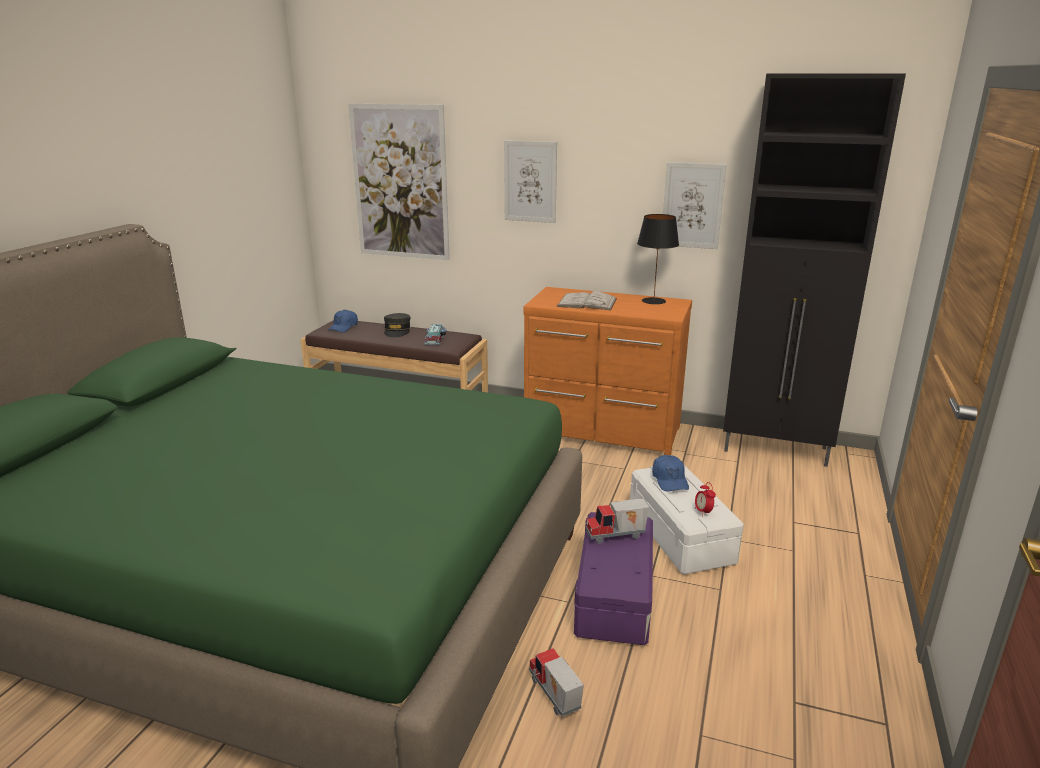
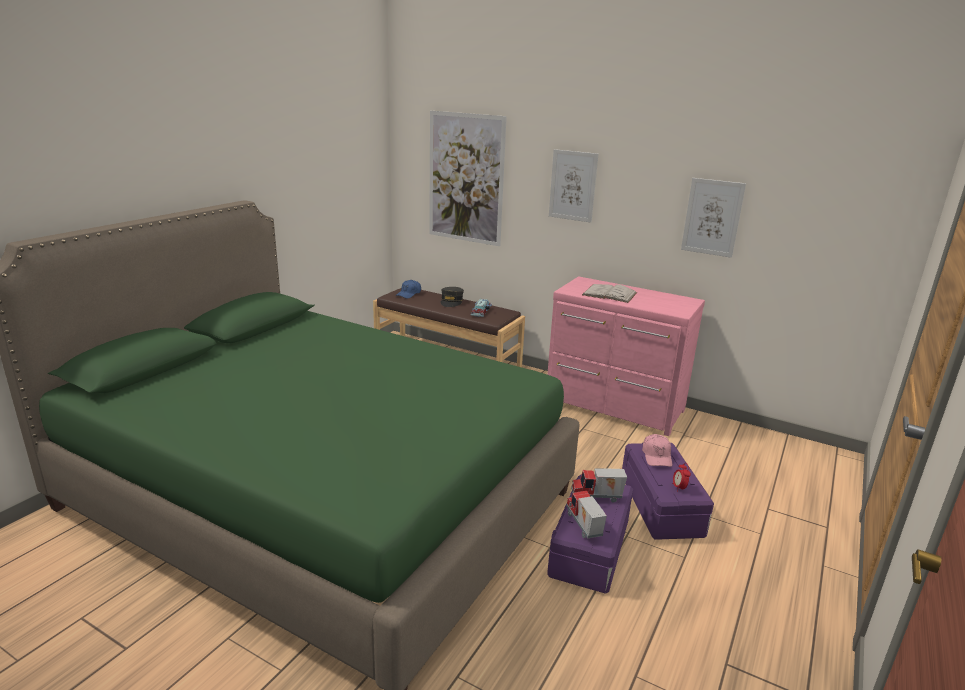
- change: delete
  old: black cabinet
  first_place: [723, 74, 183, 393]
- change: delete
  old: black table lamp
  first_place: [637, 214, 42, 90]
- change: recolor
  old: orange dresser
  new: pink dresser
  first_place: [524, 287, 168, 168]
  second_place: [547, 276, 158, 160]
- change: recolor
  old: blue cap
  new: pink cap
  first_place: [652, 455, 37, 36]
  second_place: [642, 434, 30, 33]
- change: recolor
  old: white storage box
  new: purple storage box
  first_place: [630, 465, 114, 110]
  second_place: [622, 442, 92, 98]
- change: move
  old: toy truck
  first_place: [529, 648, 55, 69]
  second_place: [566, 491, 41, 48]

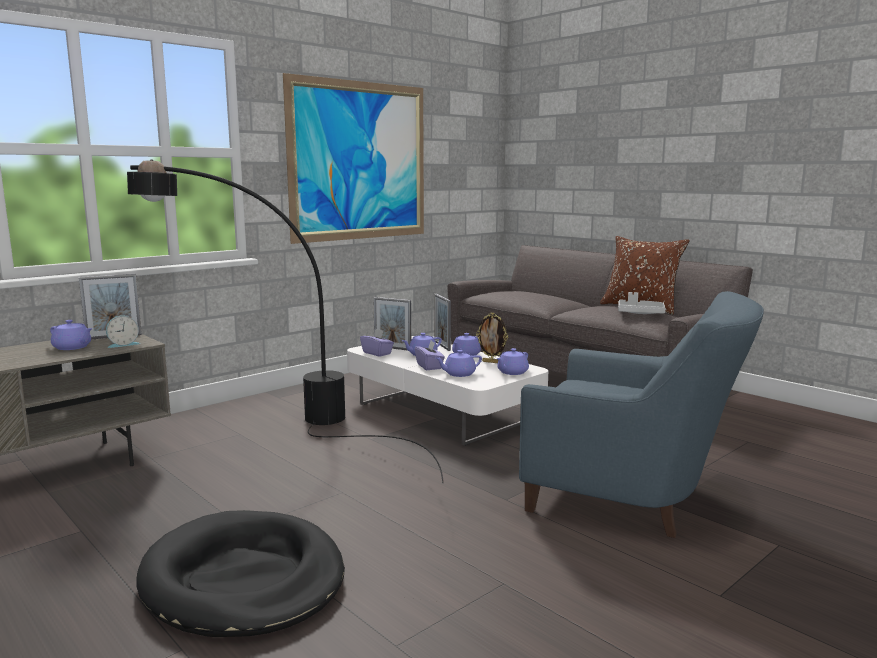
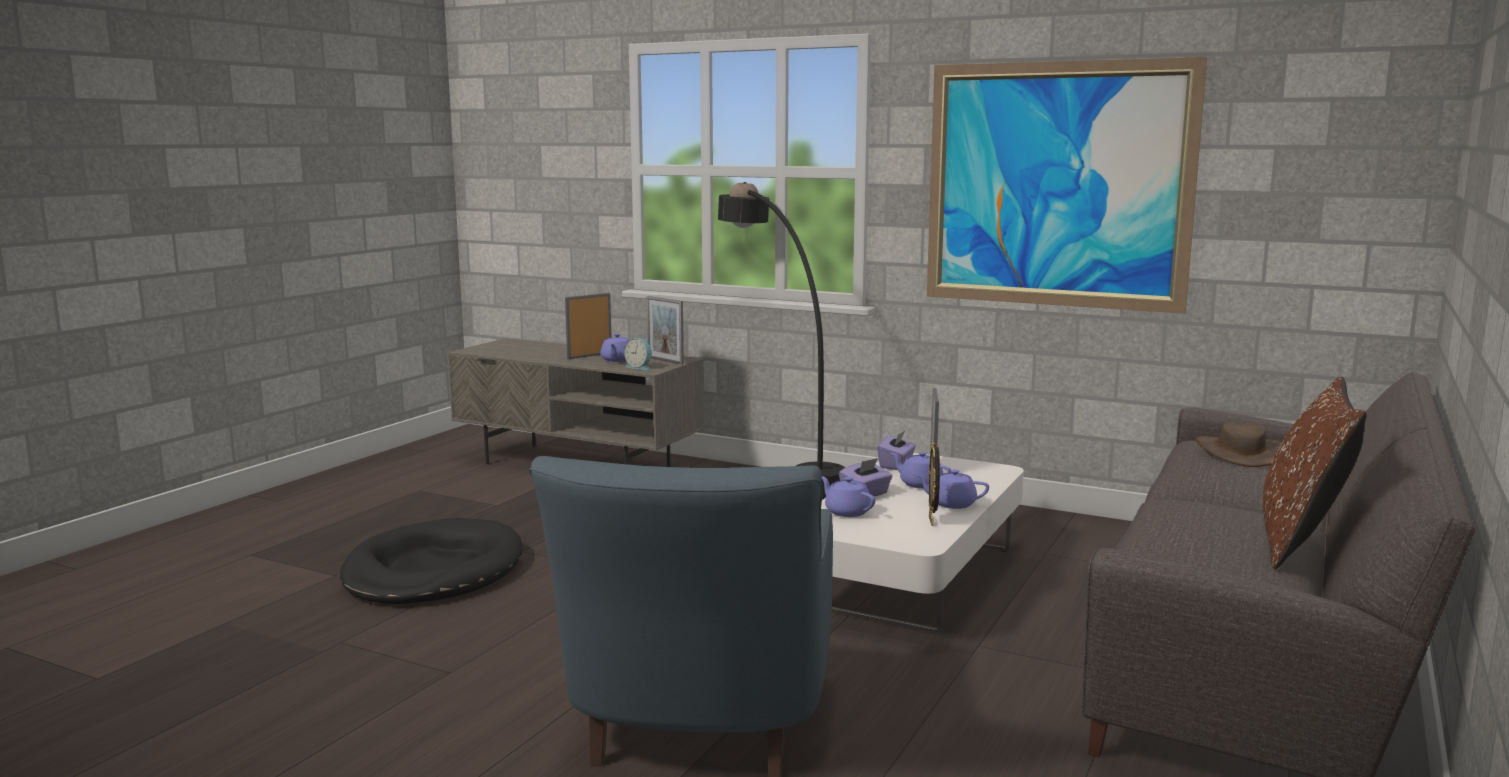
- change: delete
  old: grey tray
  first_place: [618, 292, 48, 22]
- change: move
  old: picture frame
  first_place: [434, 294, 17, 57]
  second_place: [565, 293, 47, 66]
- change: delete
  old: purple teapot
  first_place: [497, 348, 32, 27]
- change: insert
  new: brown hat
  second_place: [1196, 422, 86, 45]

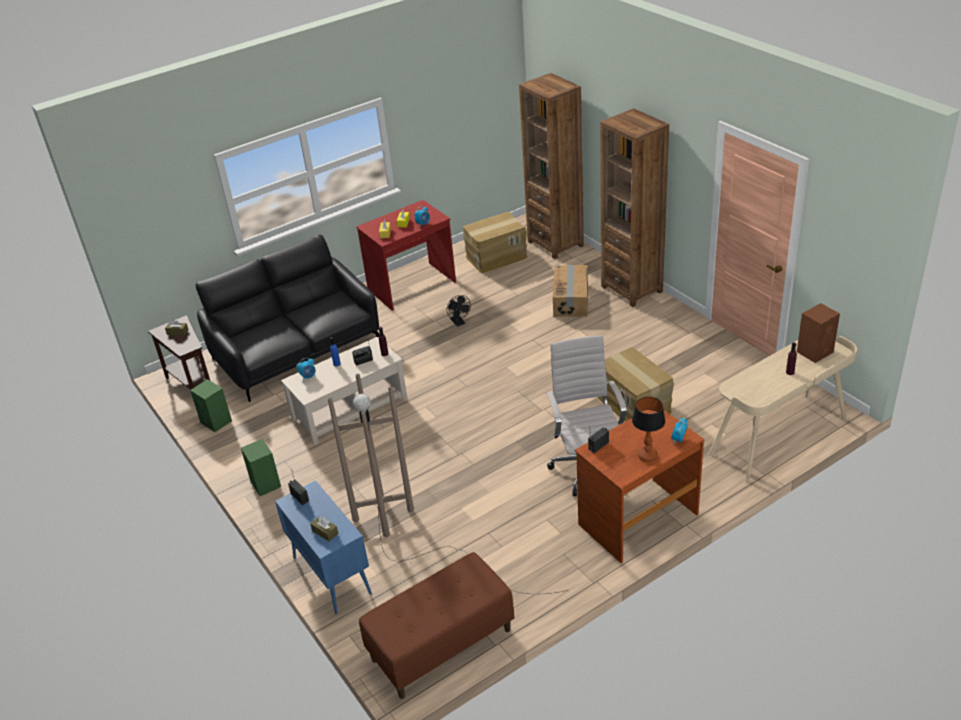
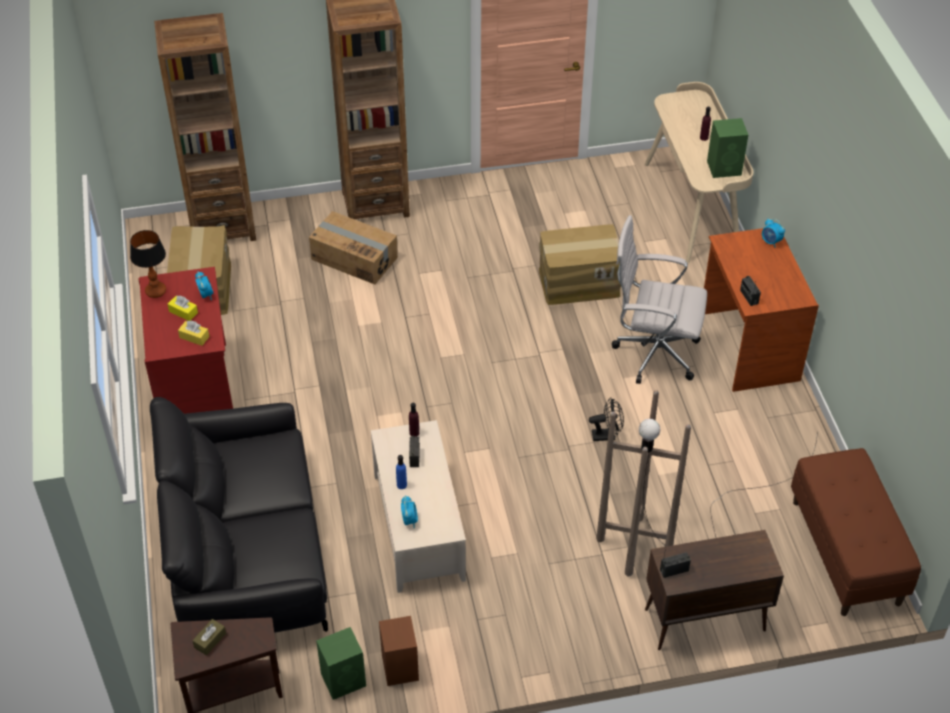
- change: move
  old: black fan
  first_place: [447, 295, 24, 32]
  second_place: [589, 397, 35, 44]
- change: move
  old: brown speaker
  first_place: [797, 303, 43, 60]
  second_place: [379, 616, 40, 70]
- change: move
  old: table lamp
  first_place: [632, 397, 34, 65]
  second_place: [130, 230, 36, 68]
- change: move
  old: green speaker
  first_place: [241, 439, 40, 57]
  second_place: [707, 118, 41, 60]
- change: recolor
  old: blue cabinet
  new: brown cabinet
  first_place: [275, 480, 97, 134]
  second_place: [645, 530, 139, 120]
- change: delete
  old: brown tissue box
  first_place: [310, 516, 28, 25]

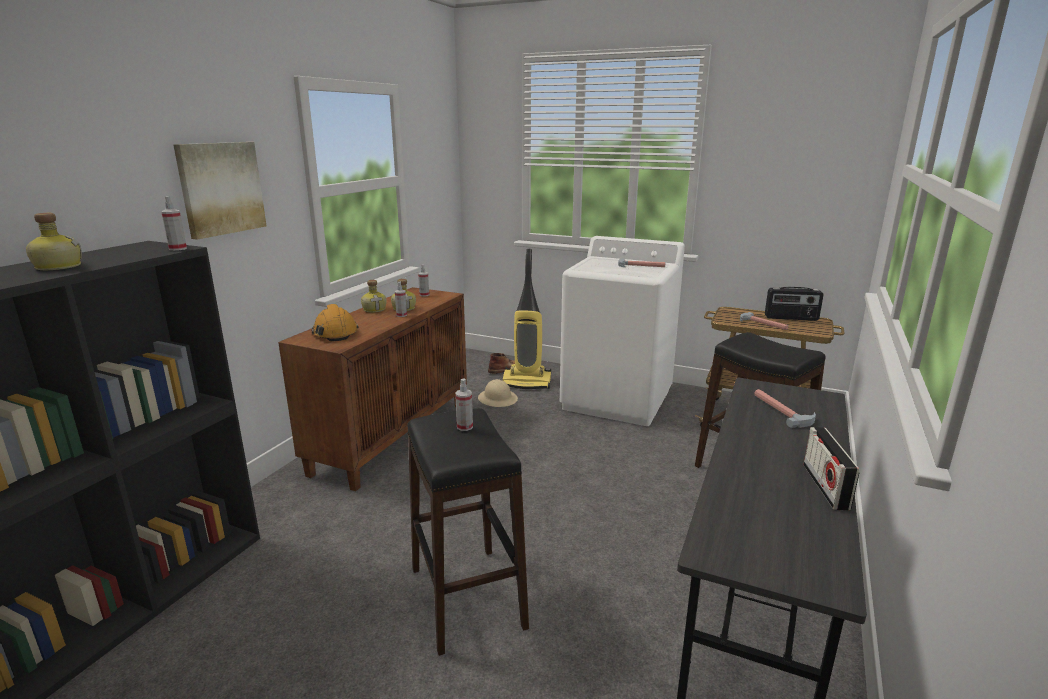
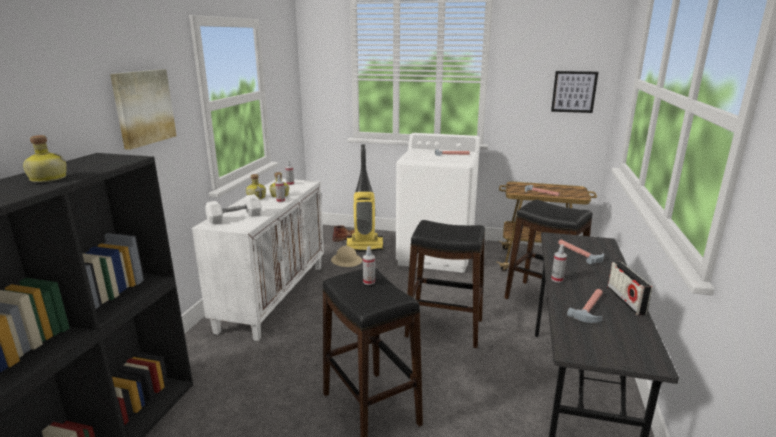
- change: move
  old: spray bottle
  first_place: [161, 196, 26, 55]
  second_place: [551, 244, 16, 38]
- change: recolor
  old: brown cabinet
  new: white cabinet
  first_place: [278, 287, 189, 204]
  second_place: [192, 179, 132, 162]
- change: delete
  old: radio
  first_place: [765, 287, 59, 34]
- change: replace
  old: orange hard hat
  new: white dumbbell
  first_place: [312, 304, 47, 37]
  second_place: [206, 194, 56, 30]
- change: insert
  new: picture
  second_place: [551, 71, 47, 42]
- change: insert
  new: black stool
  second_place: [405, 220, 80, 128]
- change: insert
  new: hammer
  second_place: [567, 289, 36, 34]

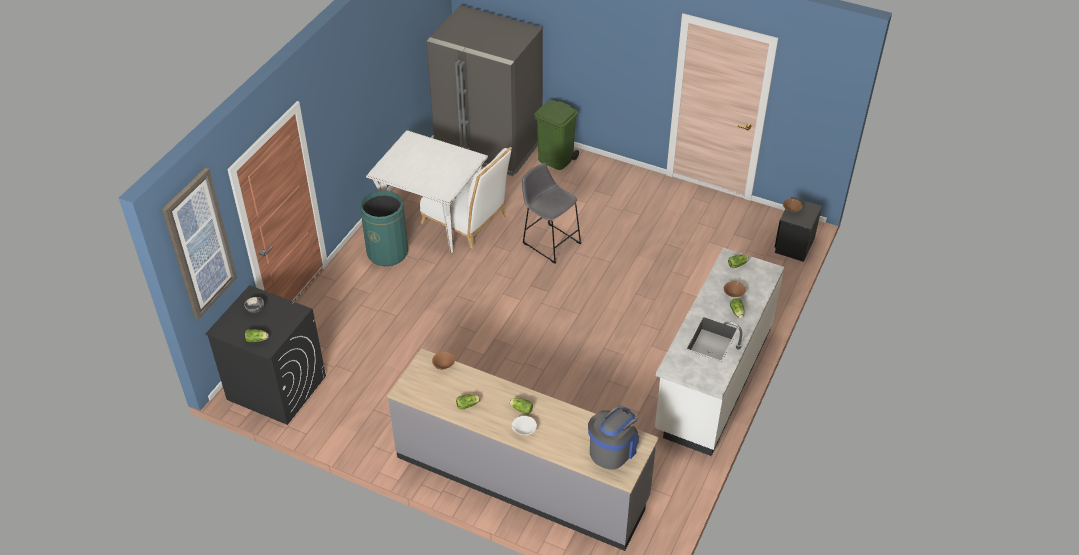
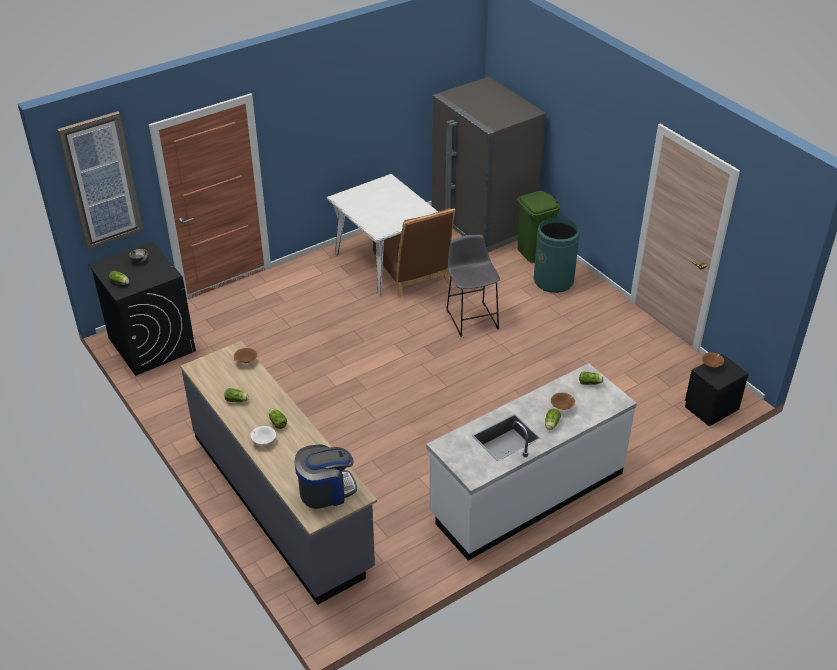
- change: recolor
  old: white chair
  new: brown chair
  first_place: [420, 147, 92, 102]
  second_place: [373, 208, 82, 90]
- change: move
  old: green trash can
  first_place: [360, 191, 48, 75]
  second_place: [534, 218, 46, 75]

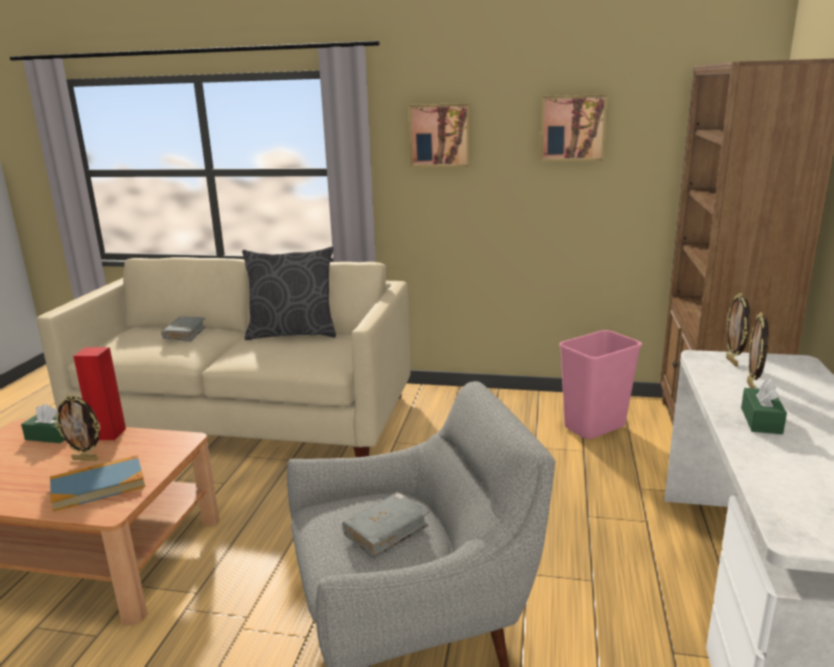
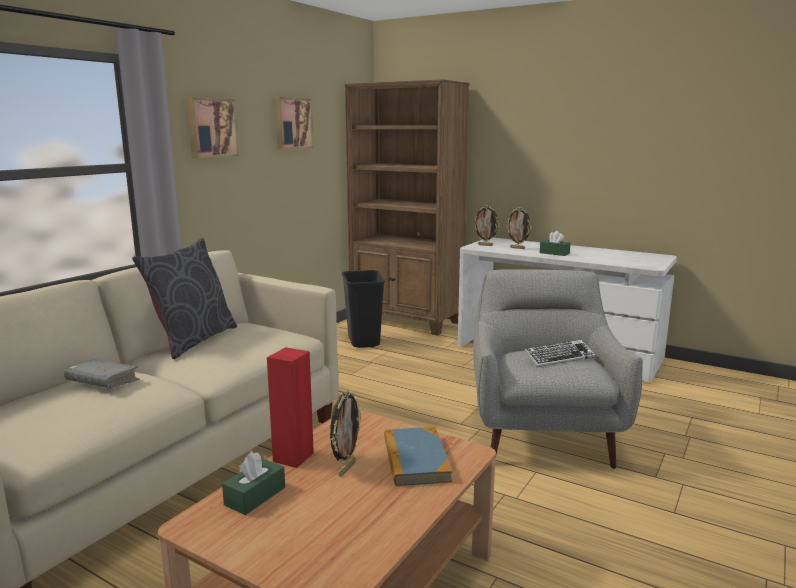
- change: recolor
  old: pink trash can
  new: black trash can
  first_place: [559, 330, 83, 109]
  second_place: [342, 270, 43, 78]
- change: replace
  old: grey book
  new: keyboard
  first_place: [342, 492, 87, 68]
  second_place: [524, 340, 71, 27]

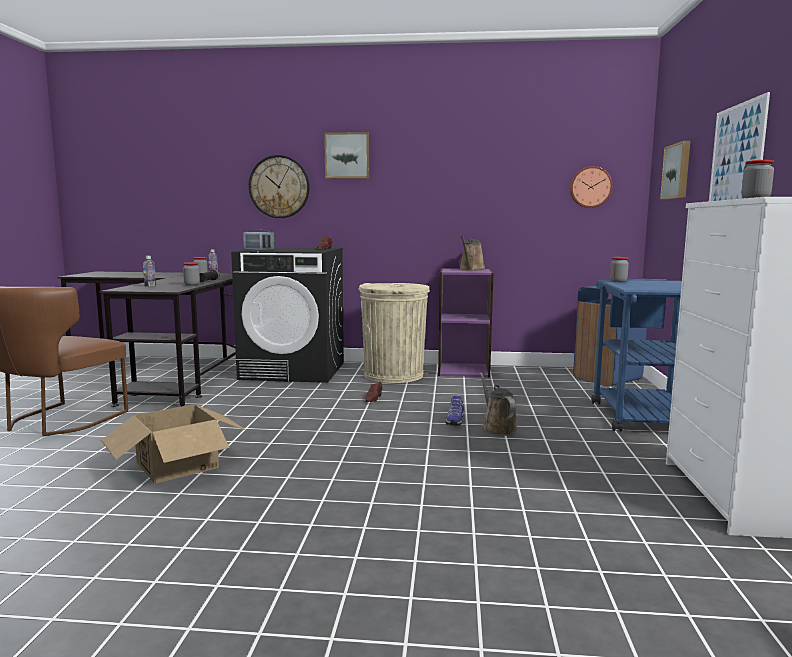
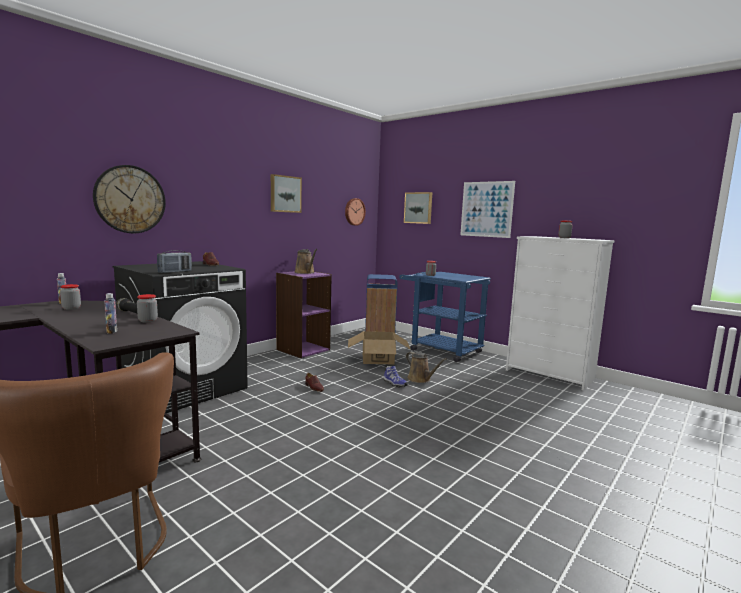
- change: move
  old: picture
  first_place: [324, 132, 45, 47]
  second_place: [271, 174, 31, 39]
- change: delete
  old: beige trash can
  first_place: [359, 283, 71, 100]
- change: rotate
  old: brown watering can
  first_place: [480, 373, 38, 63]
  second_place: [406, 351, 41, 32]
  degrees: -150
- change: move
  old: cardboard box
  first_place: [101, 404, 146, 80]
  second_place: [348, 331, 63, 33]

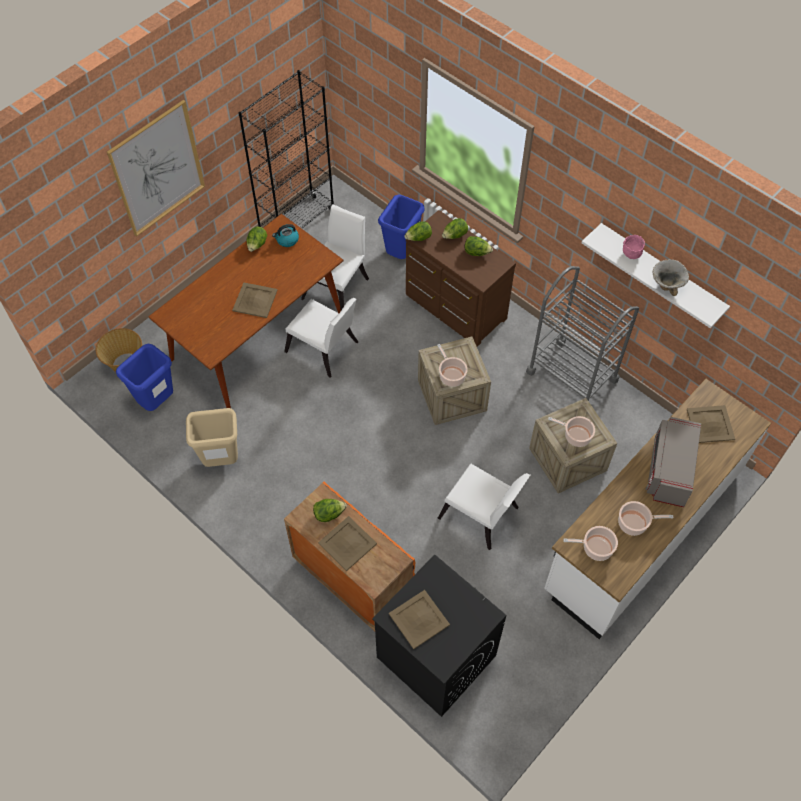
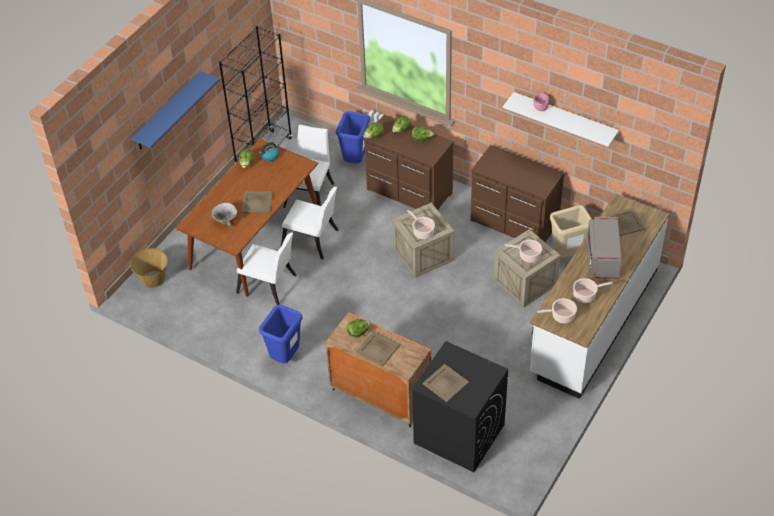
- change: replace
  old: picture
  new: blue shelf
  first_place: [107, 100, 98, 137]
  second_place: [131, 71, 88, 79]
- change: move
  old: bowl
  first_place: [653, 259, 36, 37]
  second_place: [211, 202, 26, 25]
- change: replace
  old: grey cart
  new: brown dresser
  first_place: [526, 266, 113, 135]
  second_place: [470, 145, 95, 97]
- change: move
  old: blue trash can
  first_place: [116, 344, 57, 67]
  second_place: [259, 305, 44, 58]
- change: move
  old: beige trash can
  first_place: [186, 408, 52, 59]
  second_place: [550, 205, 42, 53]
- change: move
  old: white chair
  first_place: [438, 463, 92, 87]
  second_place: [236, 233, 61, 72]

